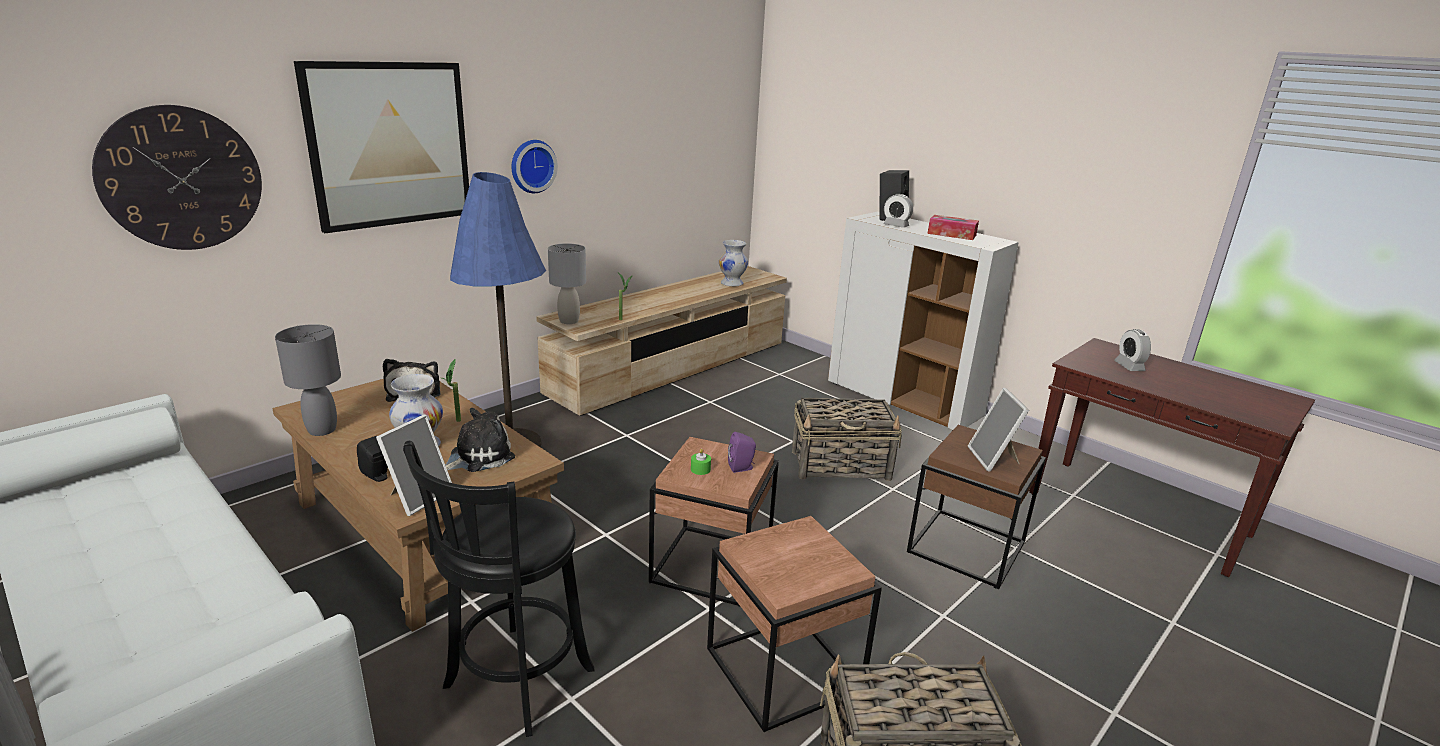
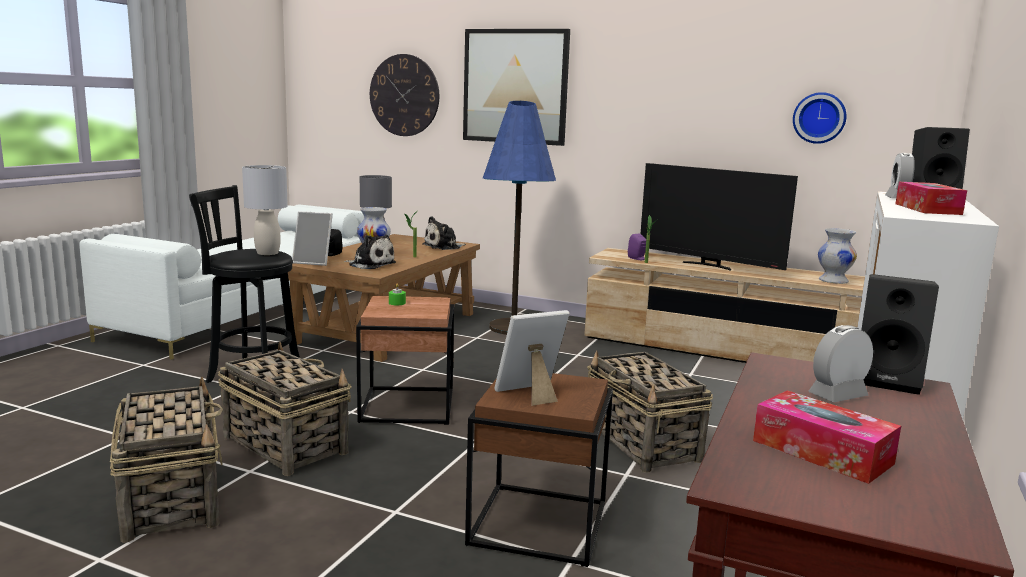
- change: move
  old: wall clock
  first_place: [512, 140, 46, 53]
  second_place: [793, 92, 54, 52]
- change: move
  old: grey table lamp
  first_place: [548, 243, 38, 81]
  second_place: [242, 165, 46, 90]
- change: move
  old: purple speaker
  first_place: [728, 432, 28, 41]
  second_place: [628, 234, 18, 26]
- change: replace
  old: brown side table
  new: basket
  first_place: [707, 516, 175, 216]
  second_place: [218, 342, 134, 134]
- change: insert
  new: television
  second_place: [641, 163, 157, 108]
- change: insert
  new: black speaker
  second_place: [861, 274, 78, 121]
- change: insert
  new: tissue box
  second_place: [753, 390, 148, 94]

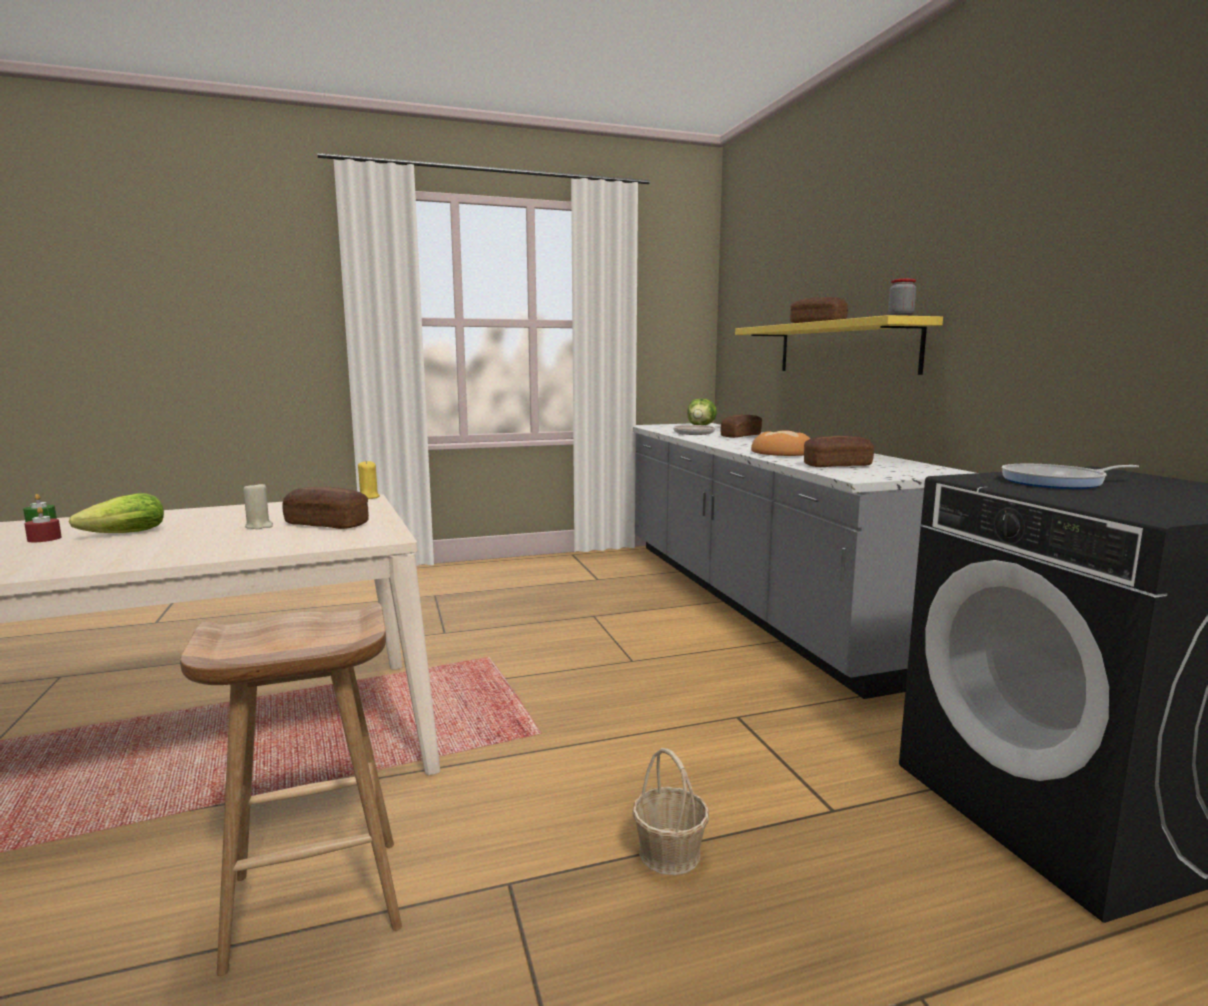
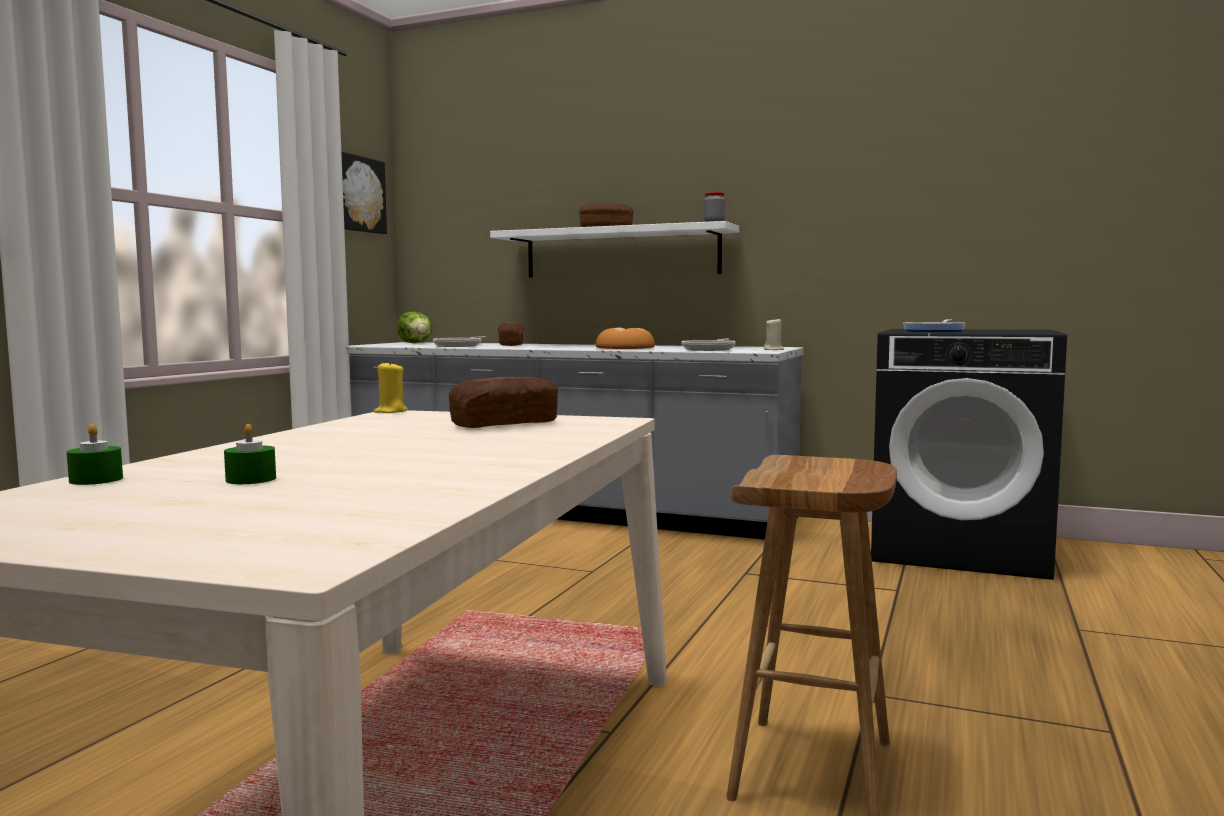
- change: recolor
  old: yellow shelf
  new: white shelf
  first_place: [735, 315, 208, 60]
  second_place: [490, 221, 249, 57]
- change: replace
  old: bread
  new: frying pan
  first_place: [804, 436, 70, 31]
  second_place: [682, 339, 54, 12]
- change: move
  old: beige candle
  first_place: [243, 482, 30, 47]
  second_place: [764, 317, 20, 33]
- change: delete
  old: lettuce
  first_place: [69, 493, 95, 40]
- change: recolor
  old: red candle
  new: green candle
  first_place: [24, 507, 38, 35]
  second_place: [224, 424, 52, 60]
- change: delete
  old: basket
  first_place: [632, 748, 77, 127]
- change: insert
  new: picture
  second_place: [341, 152, 46, 82]

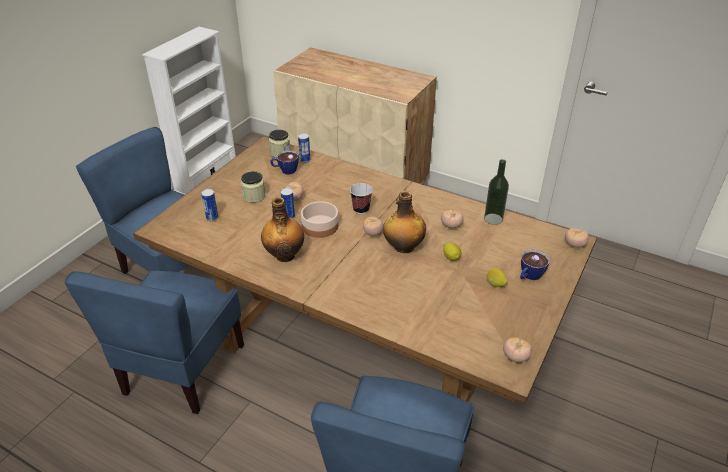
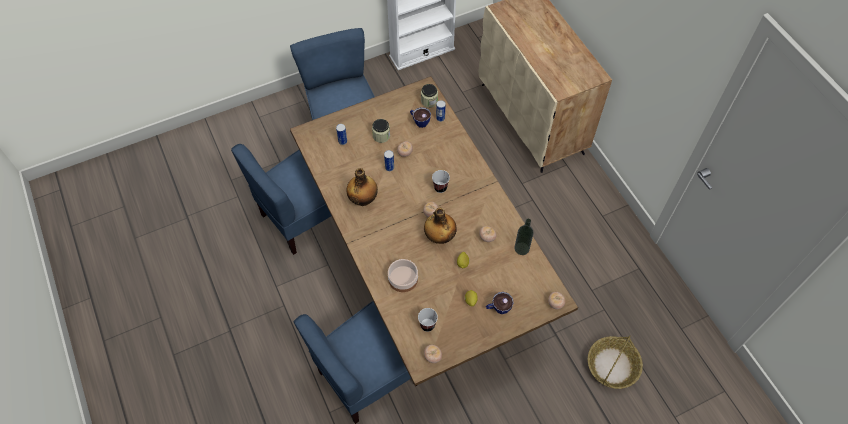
- change: move
  old: bowl
  first_place: [301, 201, 37, 37]
  second_place: [388, 259, 30, 33]
- change: insert
  new: cup
  second_place: [418, 308, 20, 24]
- change: insert
  new: basket
  second_place: [588, 335, 55, 54]

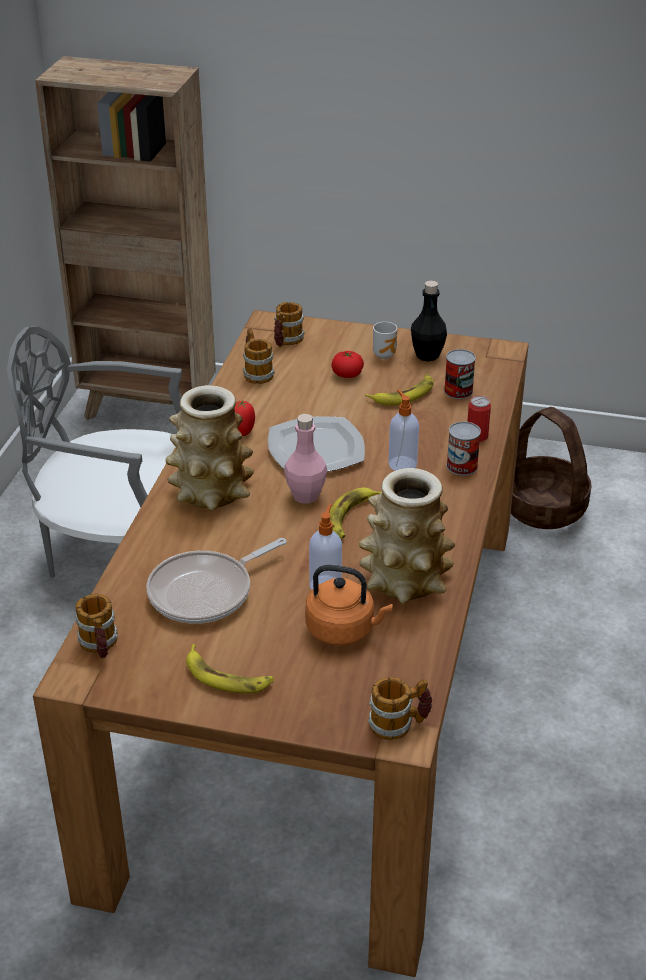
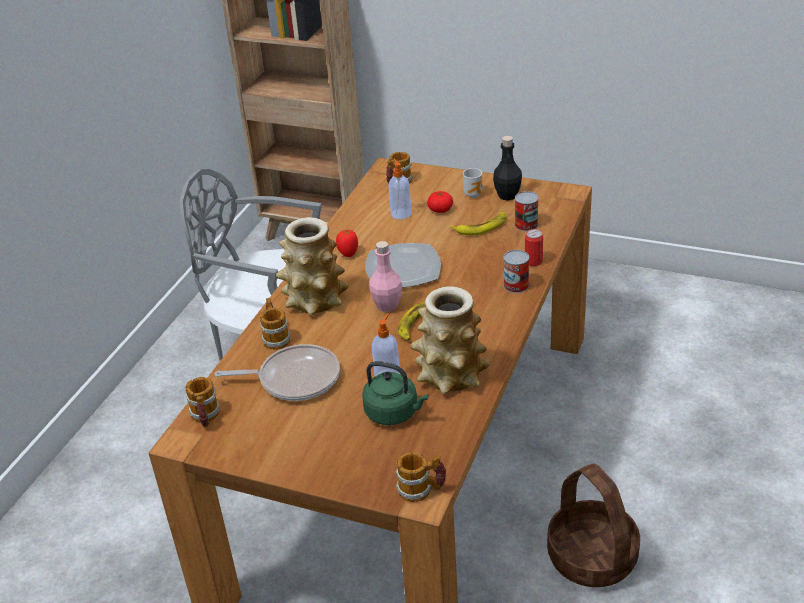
- change: move
  old: mug
  first_place: [243, 329, 32, 55]
  second_place: [260, 298, 30, 52]
- change: move
  old: soap dispenser
  first_place: [388, 389, 31, 82]
  second_place: [388, 158, 23, 61]
- change: move
  old: basket
  first_place: [511, 407, 81, 122]
  second_place: [547, 464, 93, 123]
- change: rotate
  old: frying pan
  first_place: [146, 538, 141, 86]
  second_place: [215, 344, 125, 57]
  degrees: -150
- change: recolor
  old: orange kettle
  new: green kettle
  first_place: [305, 565, 88, 80]
  second_place: [362, 361, 66, 64]
- change: delete
  old: banana
  first_place: [186, 644, 88, 50]

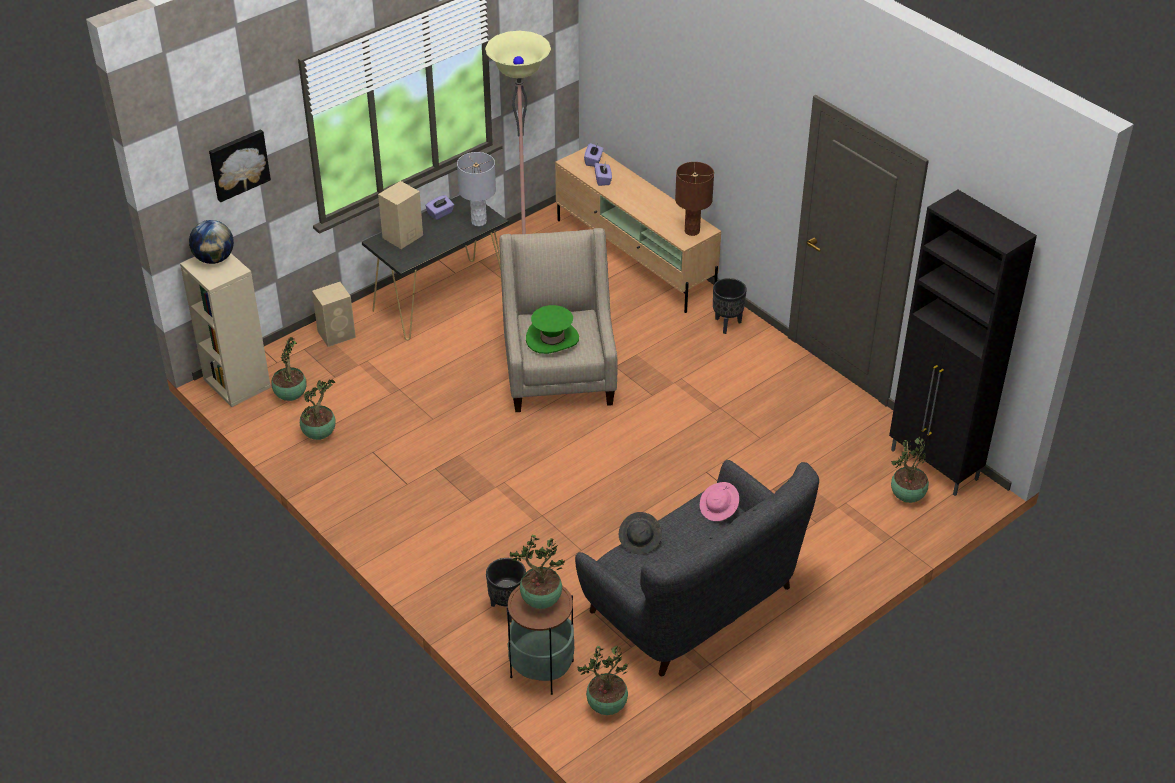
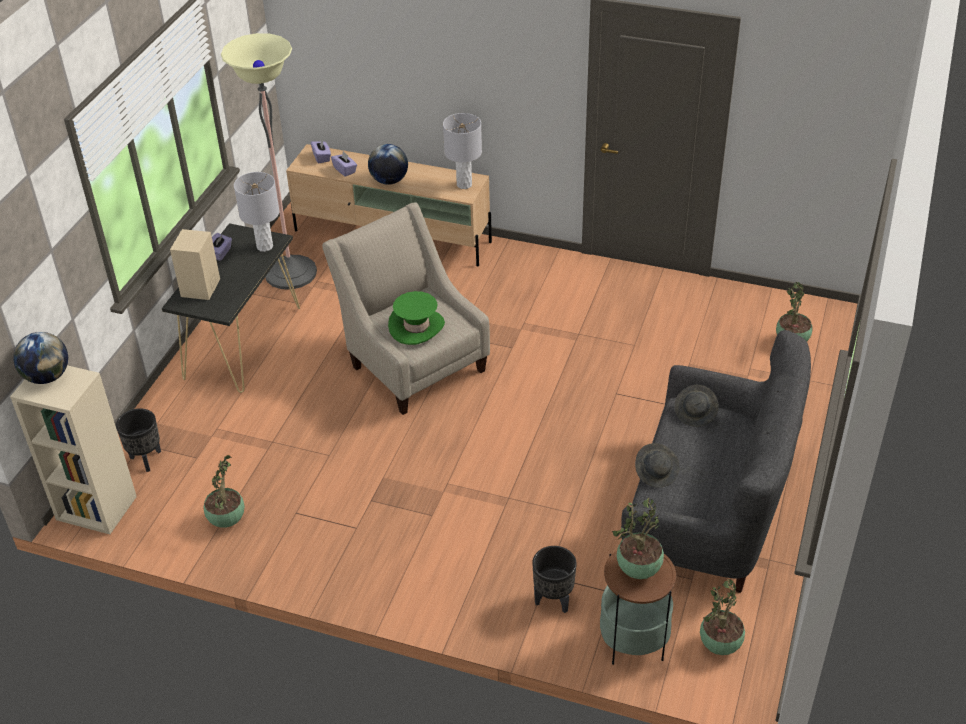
- change: delete
  old: picture
  first_place: [209, 129, 62, 73]
- change: recolor
  old: brown table lamp
  new: grey table lamp
  first_place: [675, 162, 39, 74]
  second_place: [443, 113, 39, 76]
- change: delete
  old: black cabinet
  first_place: [889, 190, 148, 306]
- change: move
  old: black planter
  first_place: [713, 278, 34, 56]
  second_place: [116, 408, 45, 64]
- change: delete
  old: beige speaker
  first_place: [312, 282, 44, 65]
- change: delete
  old: potted plant
  first_place: [271, 337, 35, 64]
- change: recolor
  old: pink hat
  new: grey hat
  first_place: [700, 482, 39, 39]
  second_place: [674, 385, 45, 42]
- change: insert
  new: globe
  second_place: [368, 144, 40, 41]

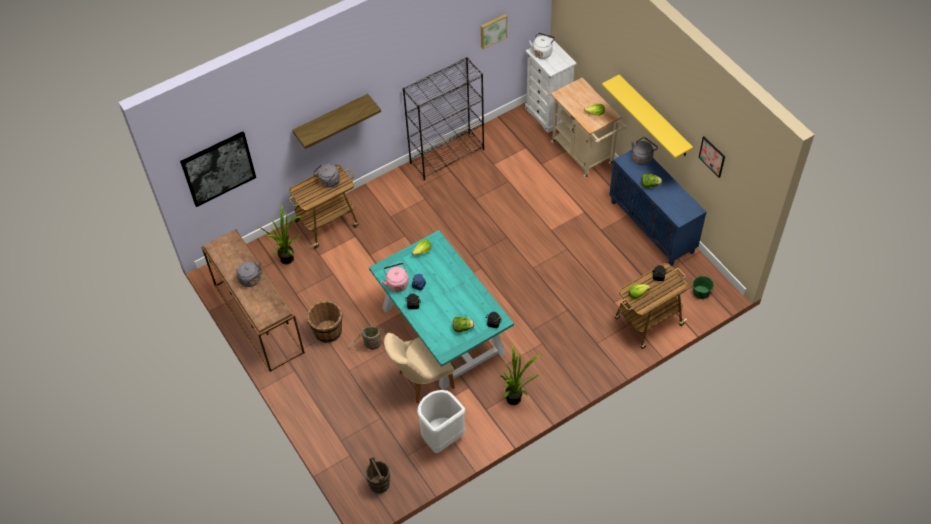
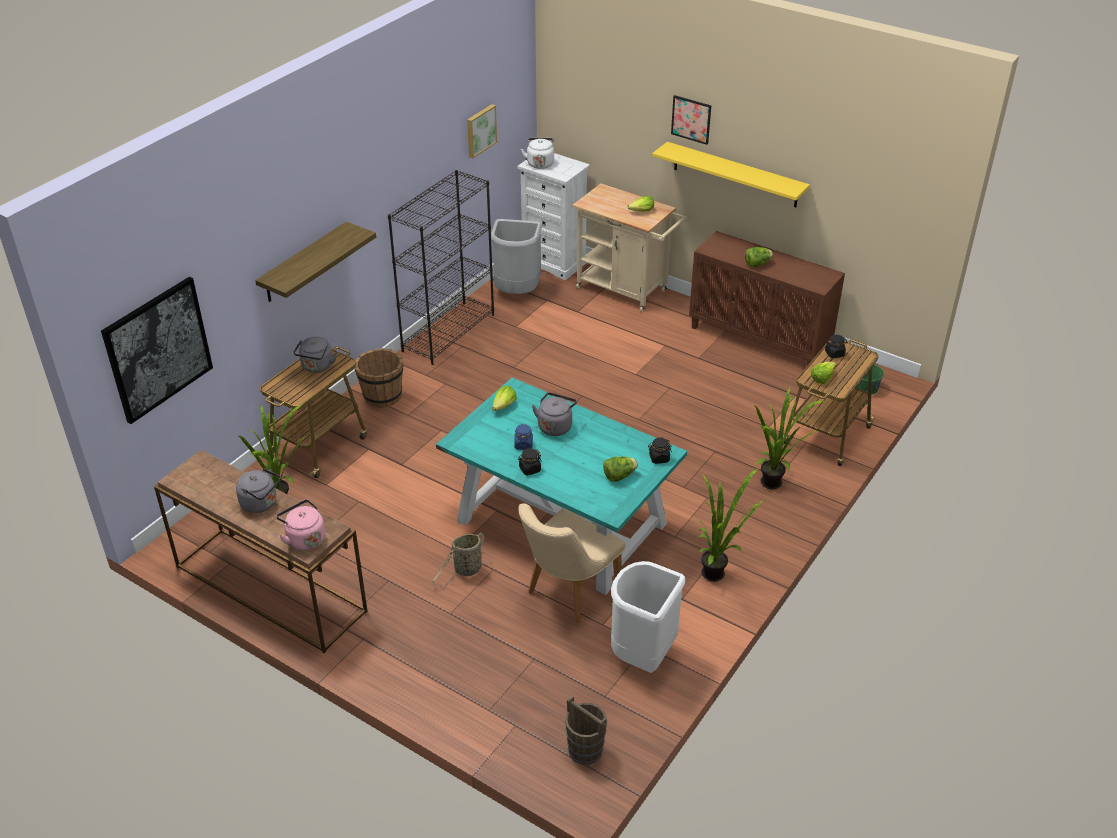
- change: move
  old: picture
  first_place: [699, 136, 26, 42]
  second_place: [671, 95, 40, 50]
- change: move
  old: grey kettle
  first_place: [631, 137, 27, 28]
  second_place: [532, 392, 45, 44]
- change: recolor
  old: blue cabinet
  new: brown cabinet
  first_place: [609, 149, 97, 117]
  second_place: [689, 231, 156, 136]
- change: move
  old: pink kettle
  first_place: [381, 263, 28, 29]
  second_place: [276, 499, 49, 52]
- change: move
  old: brown bucket
  first_place: [307, 300, 35, 43]
  second_place: [355, 348, 48, 60]
- change: insert
  new: grey trash can
  second_place: [491, 219, 51, 75]
- change: insert
  new: potted plant
  second_place: [755, 386, 69, 103]

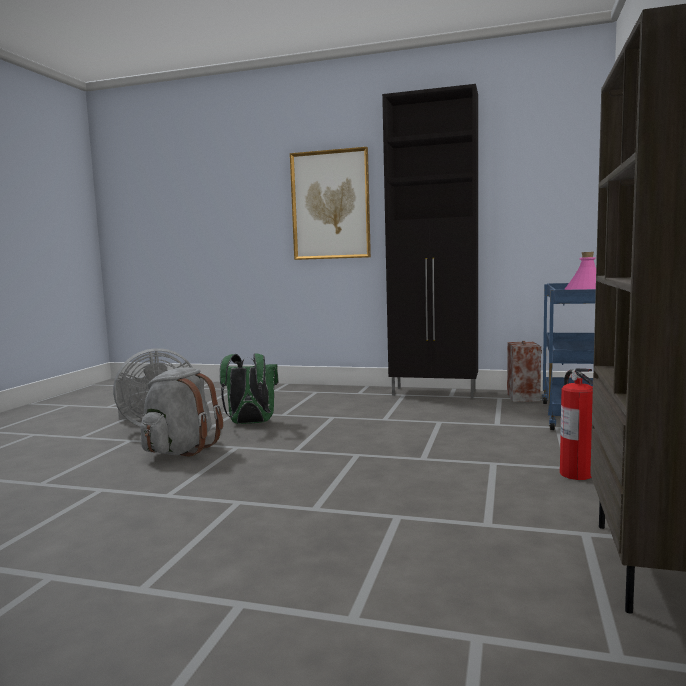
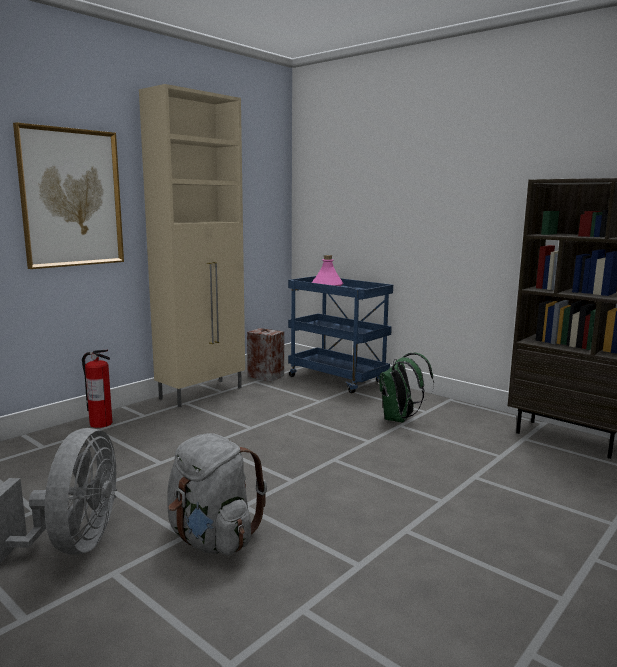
- change: recolor
  old: black cabinet
  new: beige cabinet
  first_place: [382, 84, 96, 314]
  second_place: [139, 84, 106, 323]
- change: move
  old: green backpack
  first_place: [220, 353, 59, 71]
  second_place: [379, 353, 55, 70]
- change: move
  old: fire extinguisher
  first_place: [560, 368, 33, 112]
  second_place: [82, 350, 31, 78]

